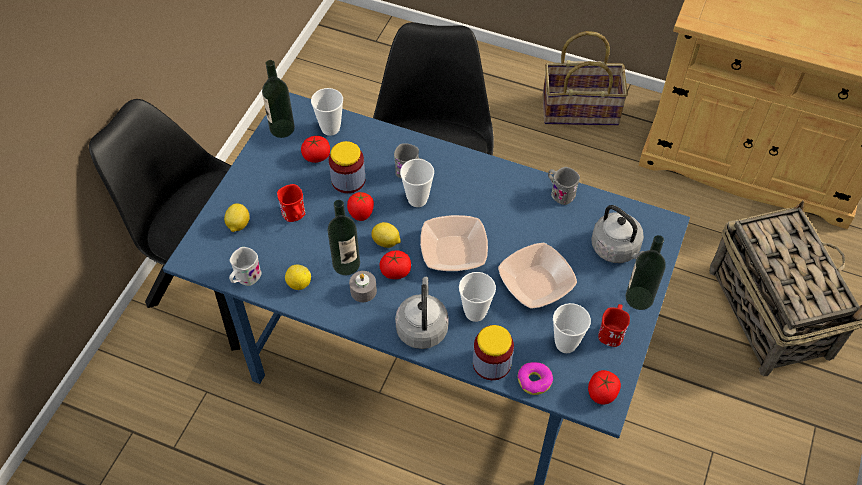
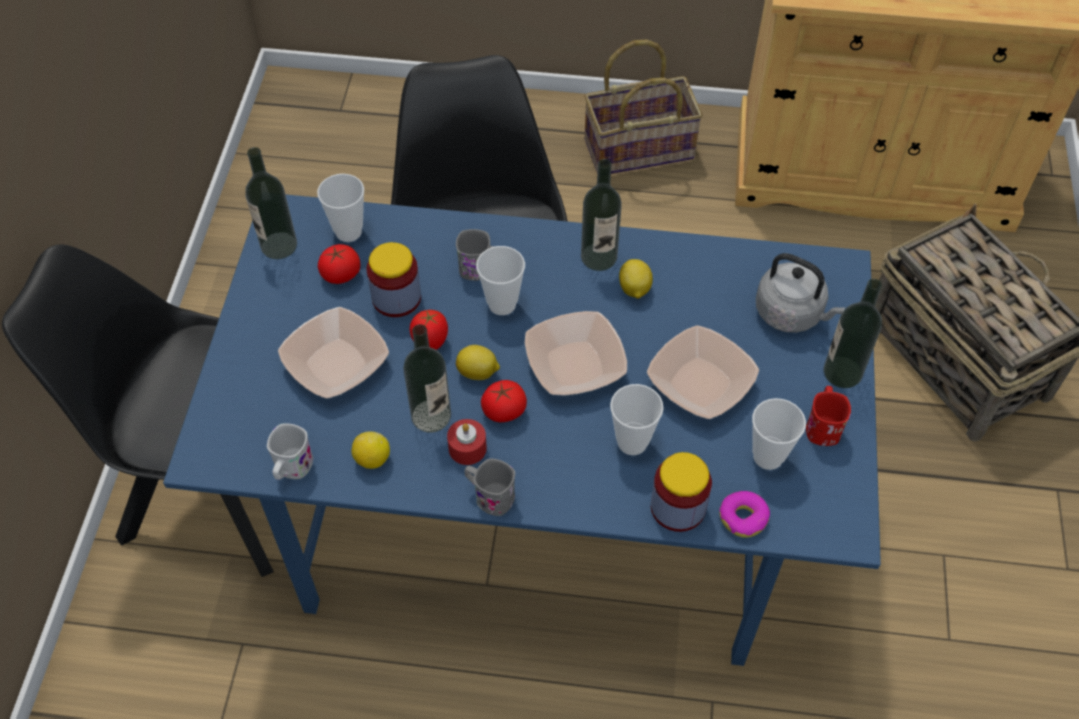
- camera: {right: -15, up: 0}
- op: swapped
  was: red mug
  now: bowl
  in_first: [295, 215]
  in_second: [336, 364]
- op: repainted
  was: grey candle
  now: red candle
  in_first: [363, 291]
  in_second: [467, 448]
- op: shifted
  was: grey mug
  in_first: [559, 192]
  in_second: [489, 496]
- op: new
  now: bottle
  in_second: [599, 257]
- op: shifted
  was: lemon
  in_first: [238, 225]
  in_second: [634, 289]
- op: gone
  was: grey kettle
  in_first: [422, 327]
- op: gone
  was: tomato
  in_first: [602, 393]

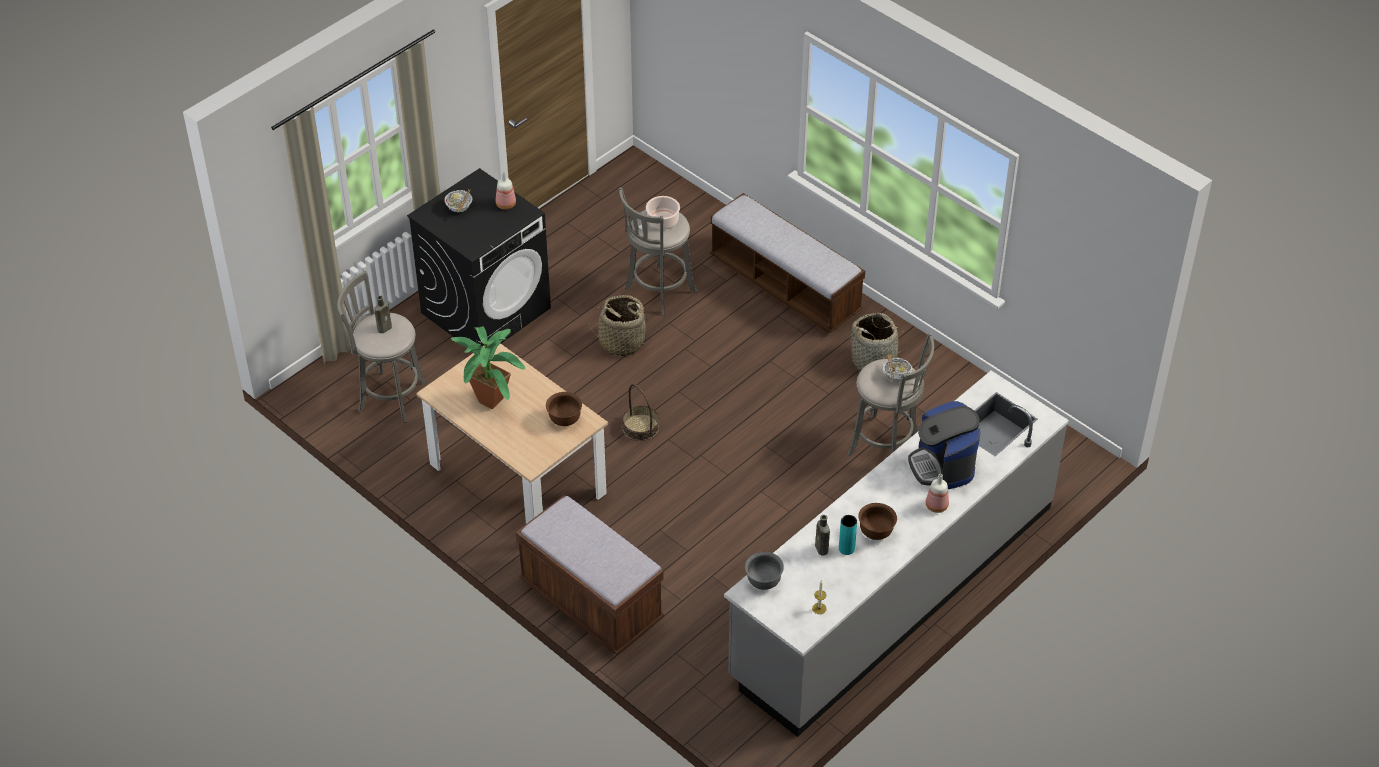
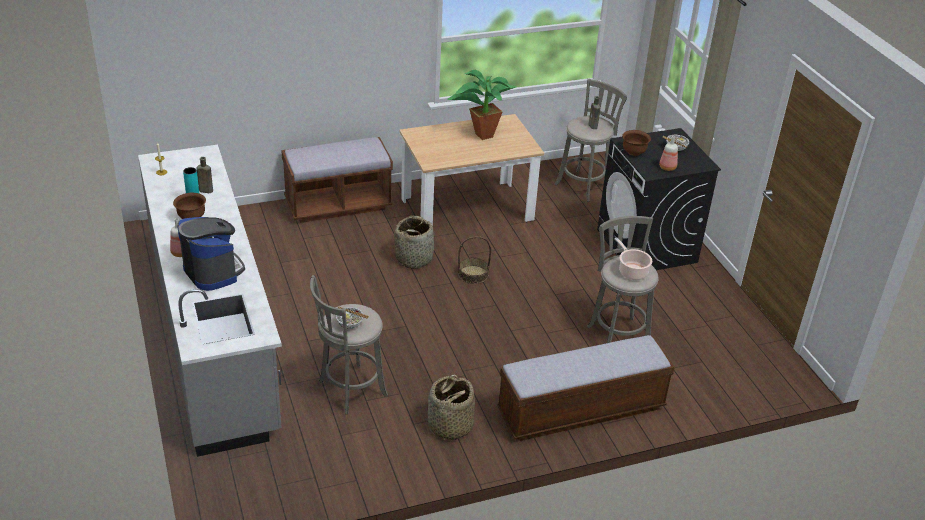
- camera: {right: 115, up: -10}
- op: rotated
  was: coffee machine
  in_first: [942, 466]
  in_second: [213, 271]
  clockwise: 45
- op: shifted
  was: basket
  in_first: [621, 342]
  in_second: [414, 258]
- op: shifted
  was: brown bowl
  in_first: [564, 419]
  in_second: [634, 152]
- op: gone
  was: grey bowl
  in_first: [763, 581]

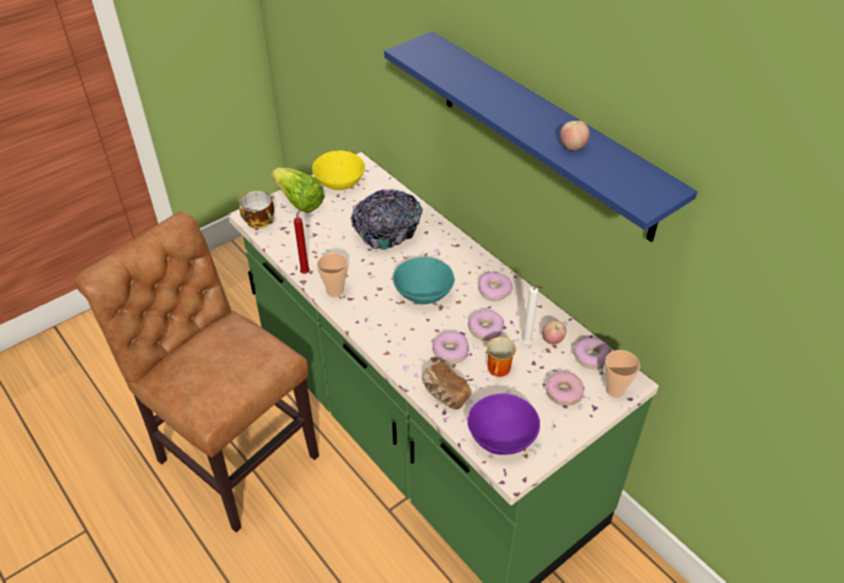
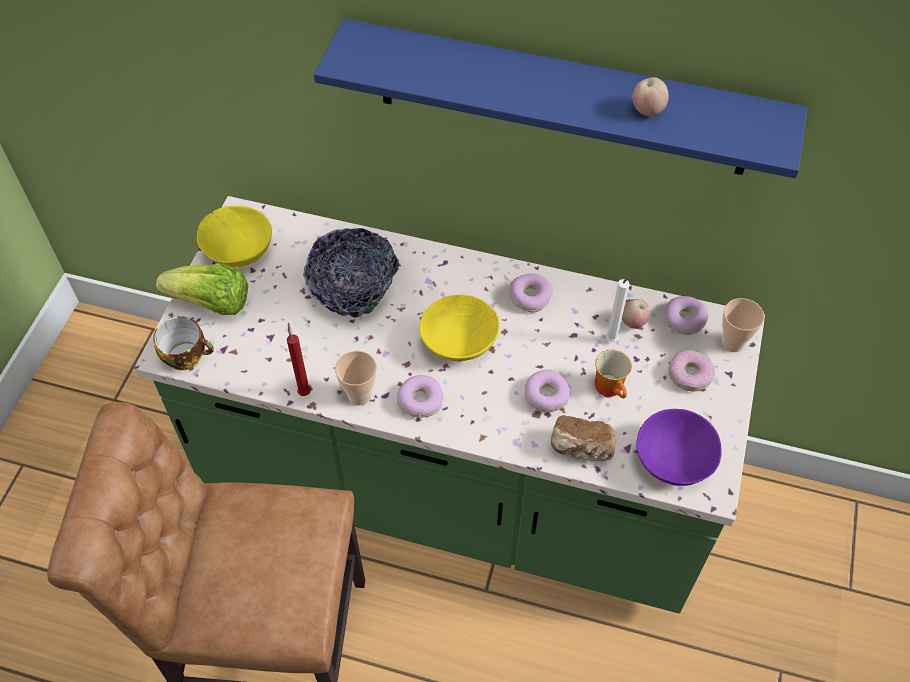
- camera: {right: -35, up: 10}
- op: shifted
  was: donut
  in_first: [485, 329]
  in_second: [420, 401]
- op: repainted
  was: turquoise bowl
  now: yellow bowl
  in_first: [423, 293]
  in_second: [460, 342]

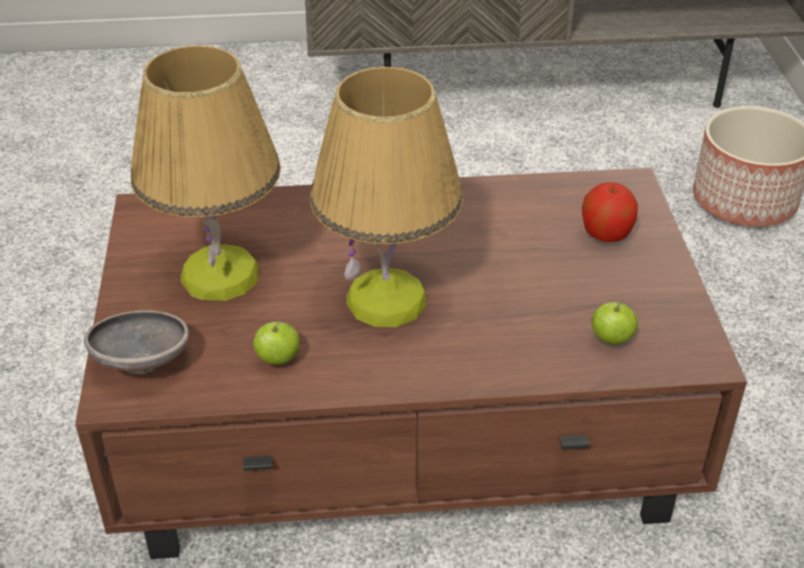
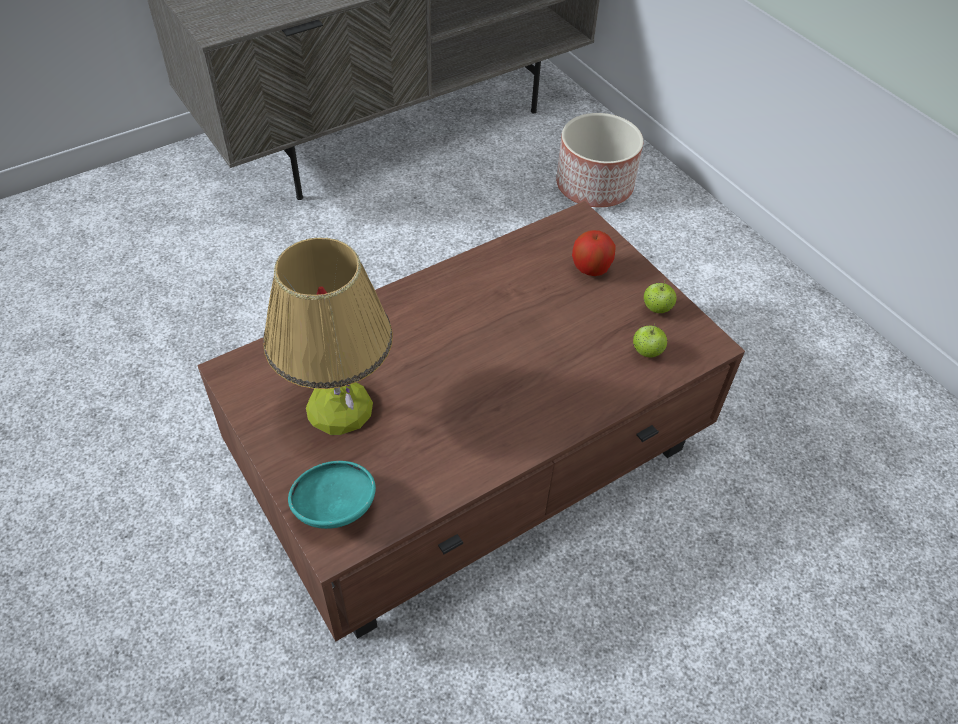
- camera: {right: -30, up: 10}
- op: repainted
  was: grey bowl
  now: turquoise bowl
  in_first: [143, 361]
  in_second: [335, 506]
- op: shifted
  was: apple
  in_first: [278, 359]
  in_second: [656, 309]
- op: gone
  was: table lamp
  in_first: [387, 299]

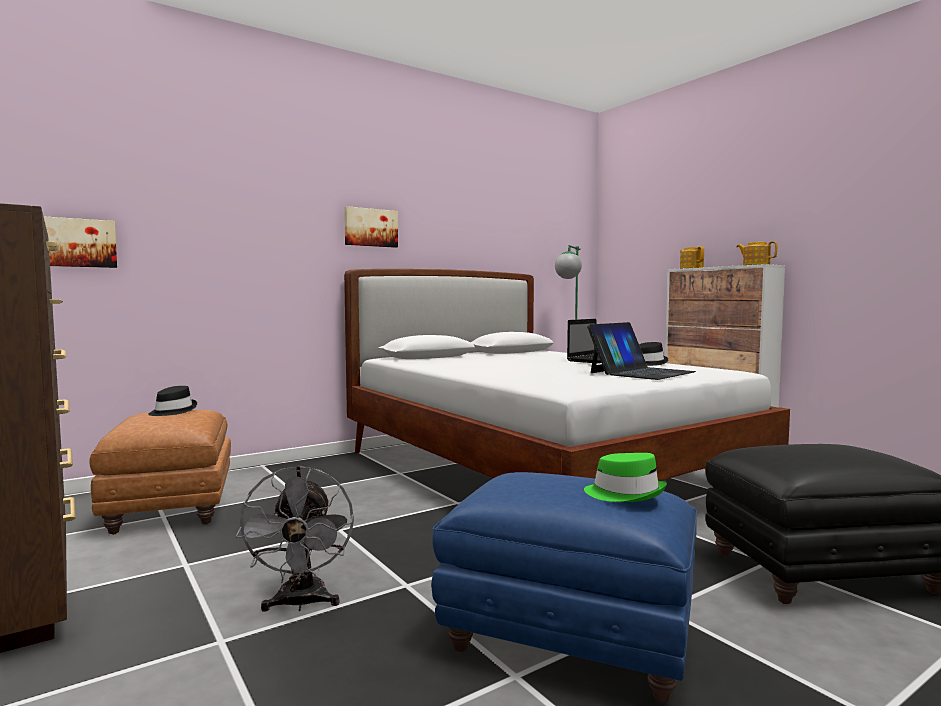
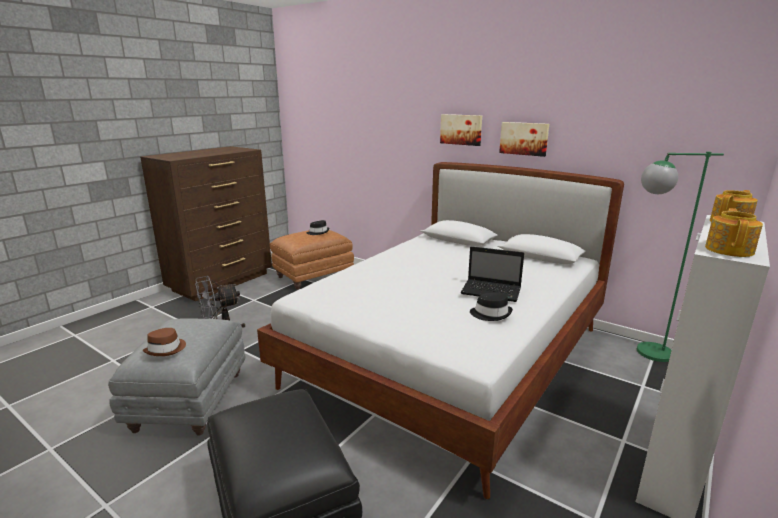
- camera: {right: 70, up: 15}
- op: repainted
  was: blue ottoman
  now: grey ottoman
  in_first: [567, 638]
  in_second: [189, 401]
- op: repainted
  was: green hat
  now: brown hat
  in_first: [625, 493]
  in_second: [166, 349]
- op: shifted
  was: picture
  in_first: [73, 242]
  in_second: [524, 138]
- op: gone
  was: laptop
  in_first: [641, 372]

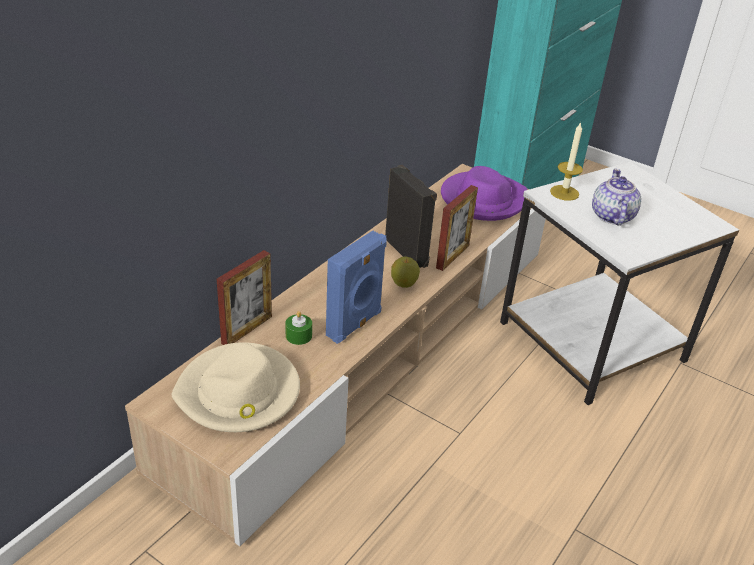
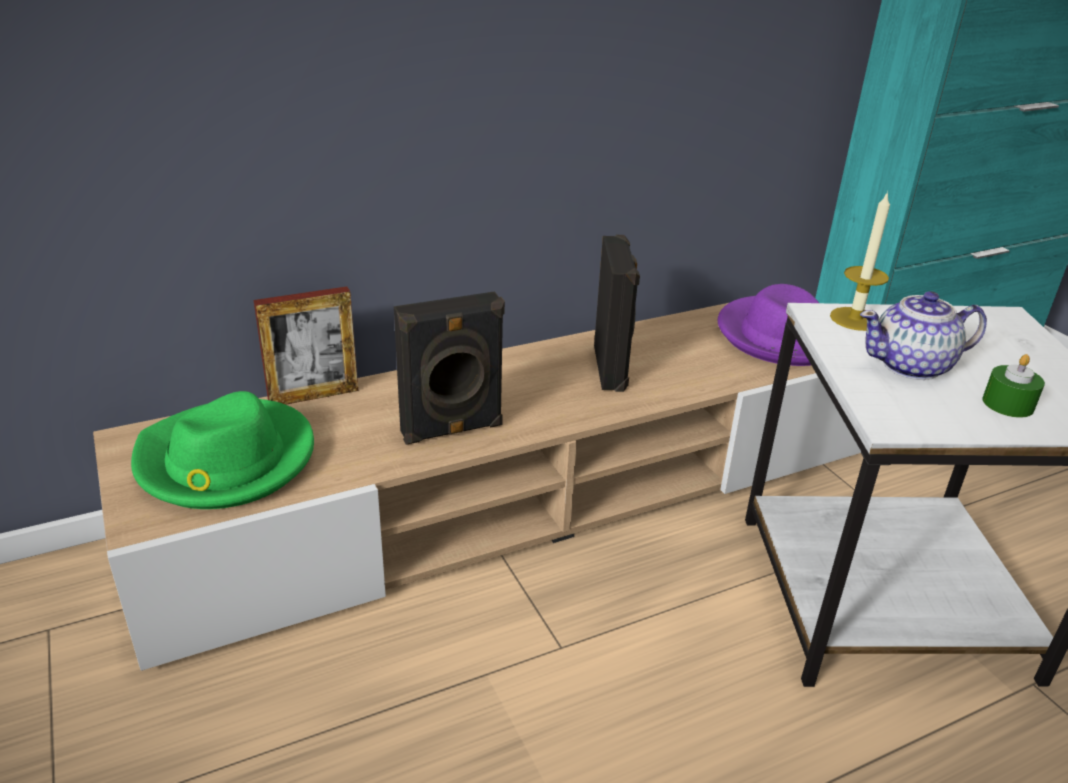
- camera: {right: 30, up: -5}
- op: repainted
  was: beige hat
  now: green hat
  in_first: [239, 393]
  in_second: [225, 461]
- op: repainted
  was: blue speaker
  now: black speaker
  in_first: [355, 325]
  in_second: [452, 430]
- op: rotated
  was: teapot
  in_first: [611, 216]
  in_second: [912, 366]
  clockwise: -135
- op: shifted
  was: green candle
  in_first: [298, 336]
  in_second: [1008, 404]
- op: gone
  was: apple
  in_first: [404, 283]
- op: gone
  was: picture frame
  in_first: [452, 256]

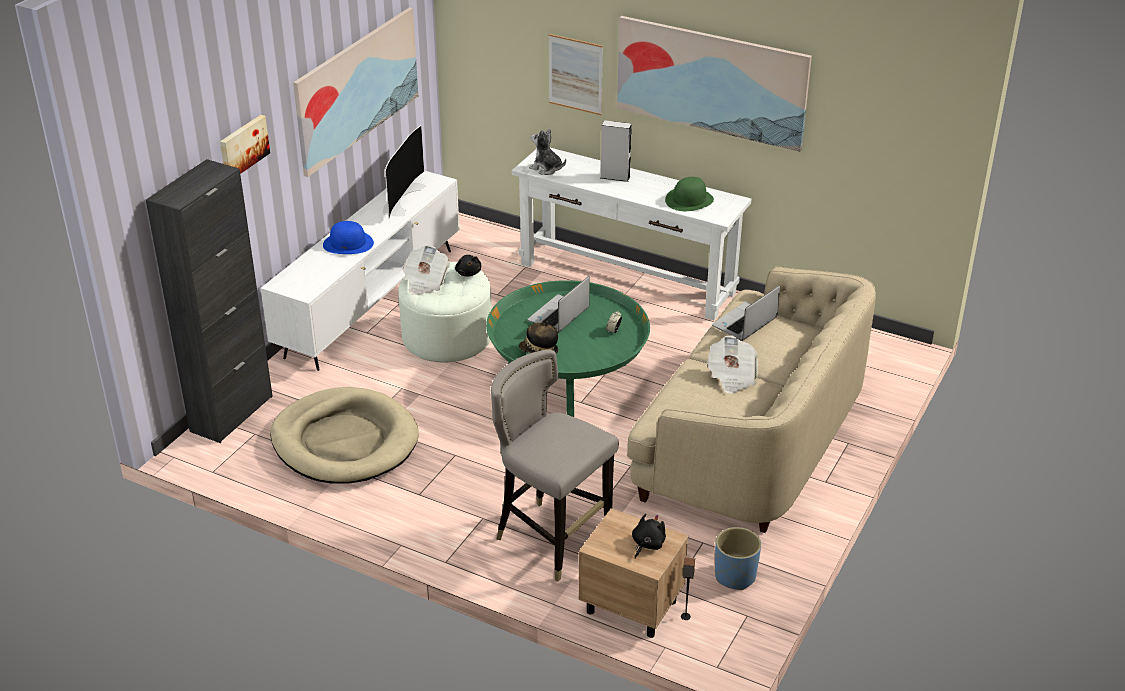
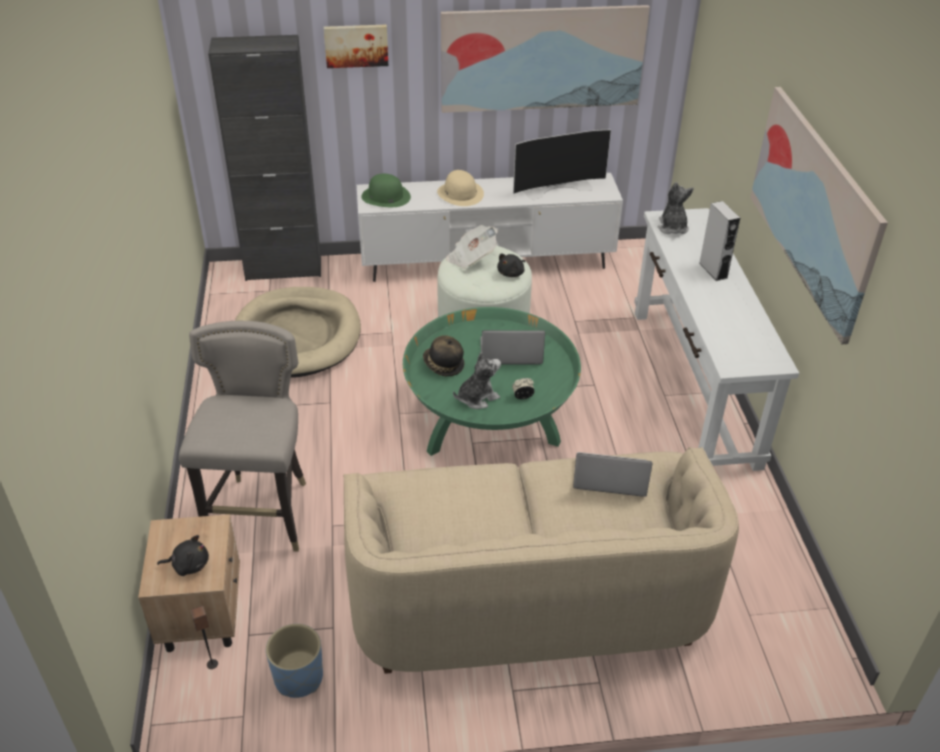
- camera: {right: 55, up: 5}
- op: shifted
  was: green hat
  in_first: [689, 200]
  in_second: [385, 196]
- op: repainted
  was: blue hat
  now: beige hat
  in_first: [348, 243]
  in_second: [460, 193]
- op: new
  now: plush toy
  in_second: [477, 398]
- op: gone
  was: picture
  in_first: [575, 74]
- op: gone
  was: newspaper
  in_first: [732, 377]

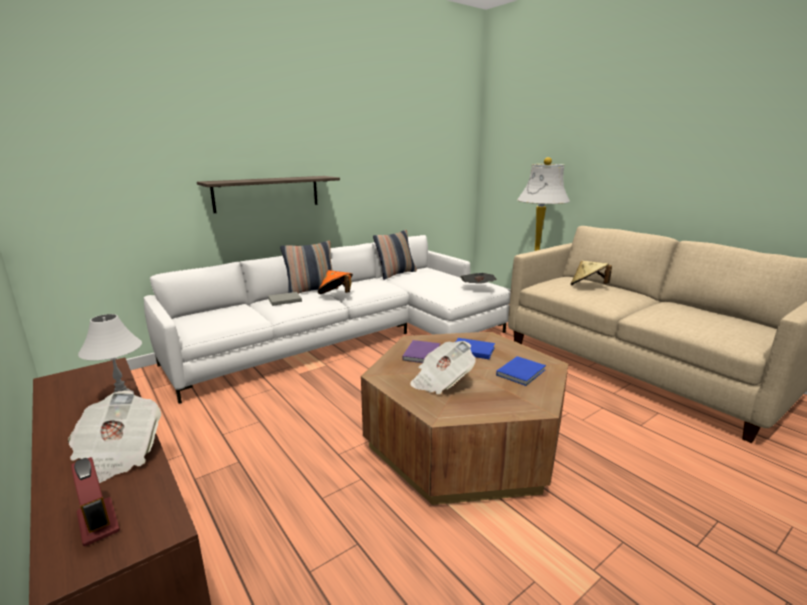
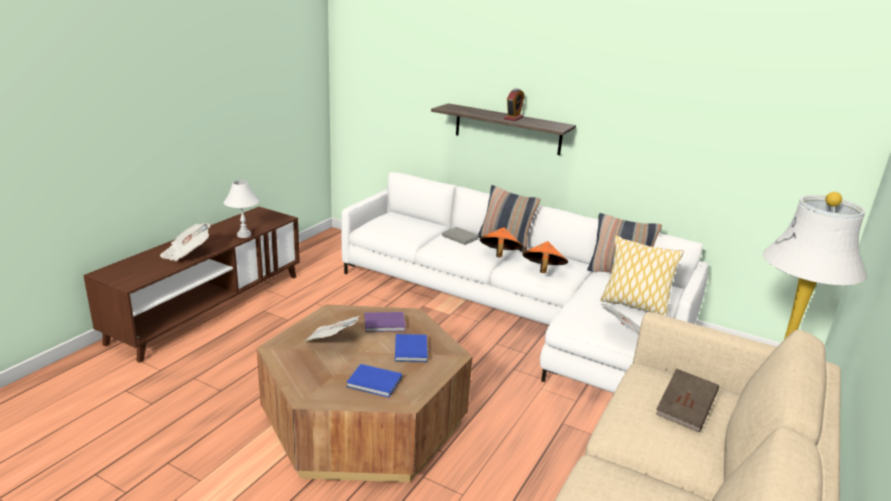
- camera: {right: 65, up: 5}
- op: shifted
  was: alarm clock
  in_first: [98, 522]
  in_second: [513, 118]
- op: new
  now: orange hat
  in_second: [543, 271]
- op: new
  now: pillow
  in_second: [634, 306]
- op: swapped
  was: beige hat
  now: brown book
  in_first: [588, 286]
  in_second: [684, 412]

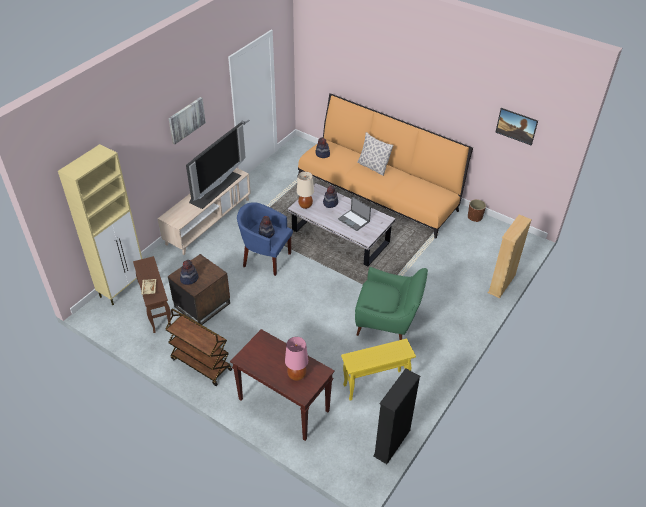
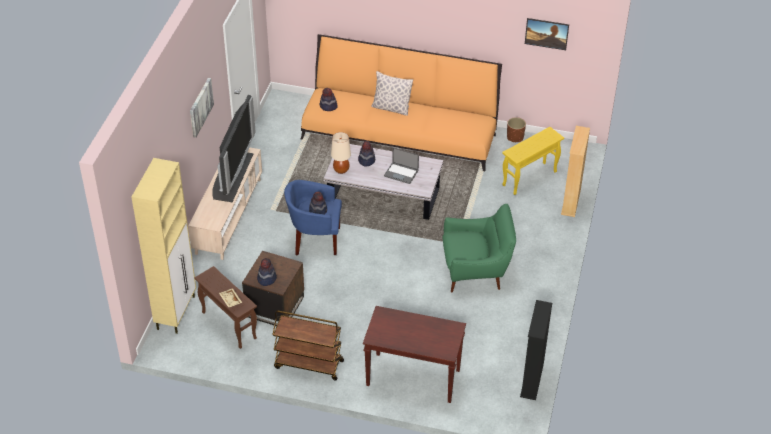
- camera: {right: -20, up: 0}
- op: shifted
  was: yellow side table
  in_first: [375, 385]
  in_second: [529, 178]
- op: gone
  was: pink table lamp
  in_first: [296, 375]

